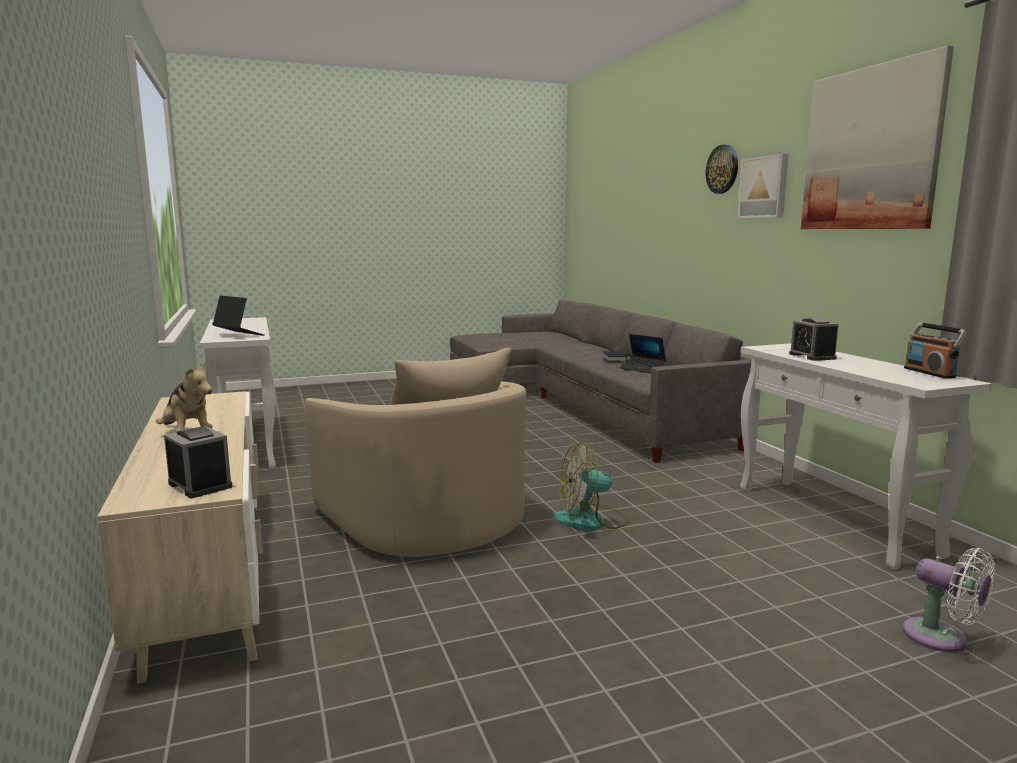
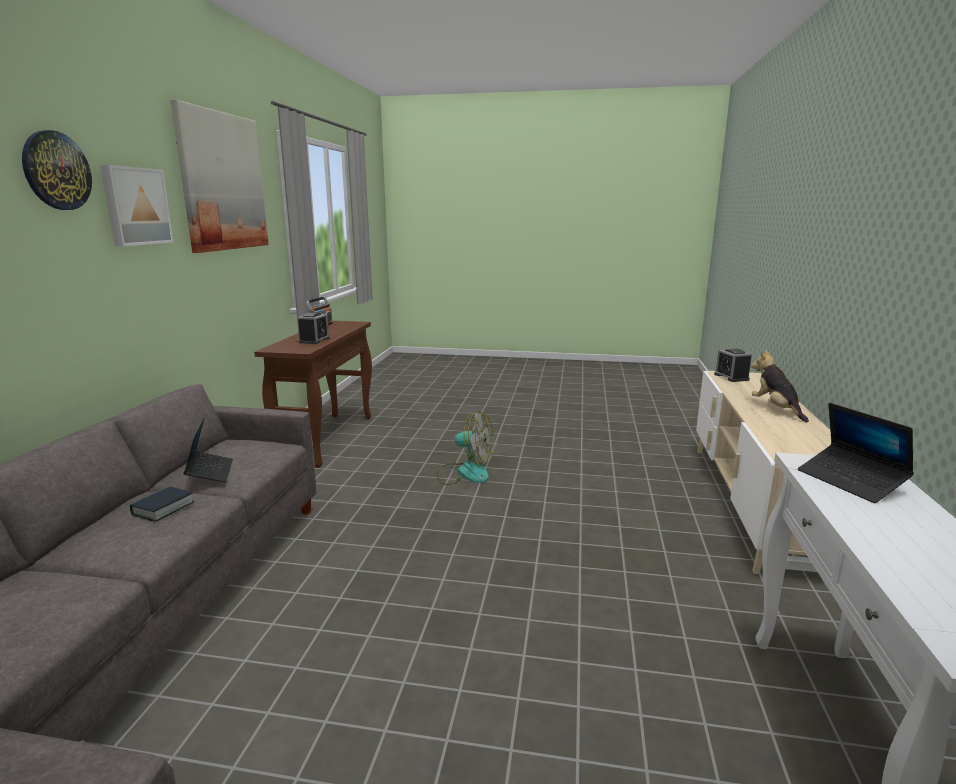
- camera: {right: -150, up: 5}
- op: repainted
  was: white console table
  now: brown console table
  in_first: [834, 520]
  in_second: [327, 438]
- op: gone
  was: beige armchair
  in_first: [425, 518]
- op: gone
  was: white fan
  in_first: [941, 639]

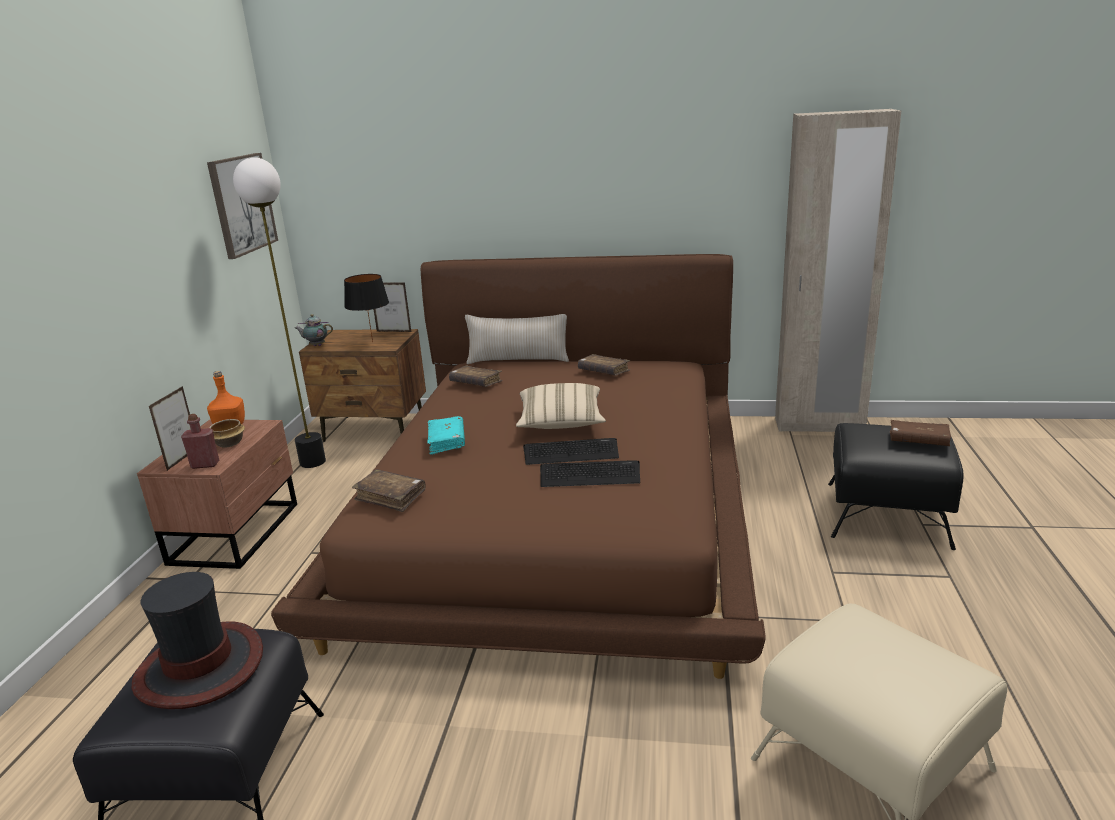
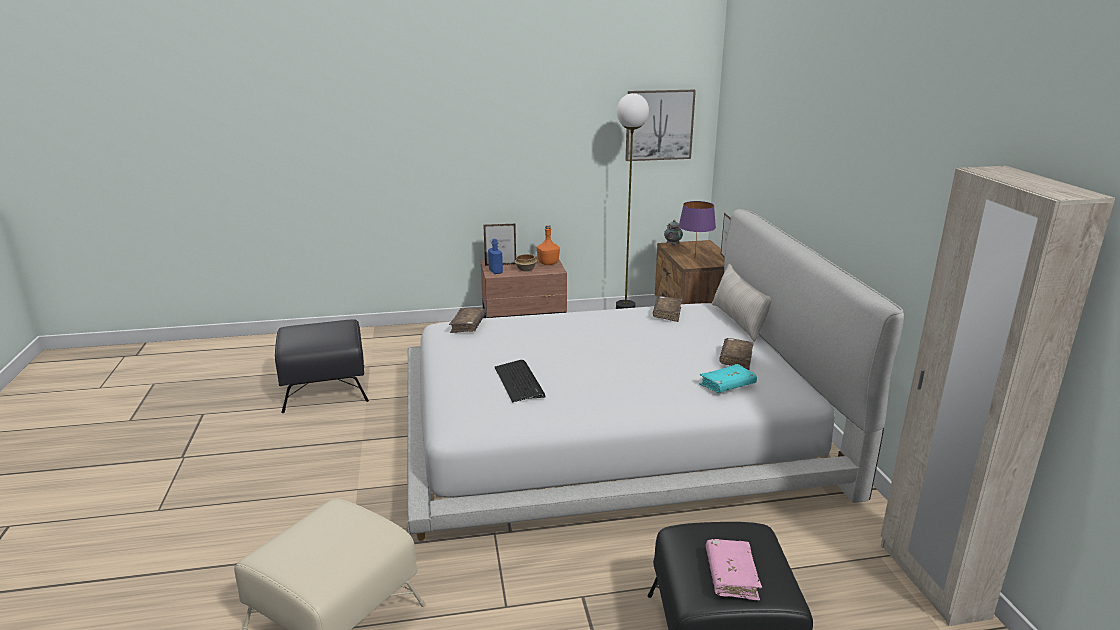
- camera: {right: 70, up: 0}
- op: repainted
  was: brown bed
  now: white bed
  in_first: [556, 511]
  in_second: [612, 431]
- op: repainted
  was: red bottle
  now: blue bottle
  in_first: [205, 465]
  in_second: [495, 271]
- op: repainted
  was: black table lamp
  now: purple table lamp
  in_first: [372, 342]
  in_second: [694, 258]
- op: shifted
  was: turquoise book
  in_first: [447, 441]
  in_second: [727, 385]
- op: repainted
  was: brown book
  now: pink book
  in_first: [918, 441]
  in_second: [731, 576]
- op: gone
  was: hat
  in_first: [200, 667]
- op: gone
  was: beige pillow
  in_first: [561, 423]
- op: gone
  was: keyboard
  in_first: [571, 452]

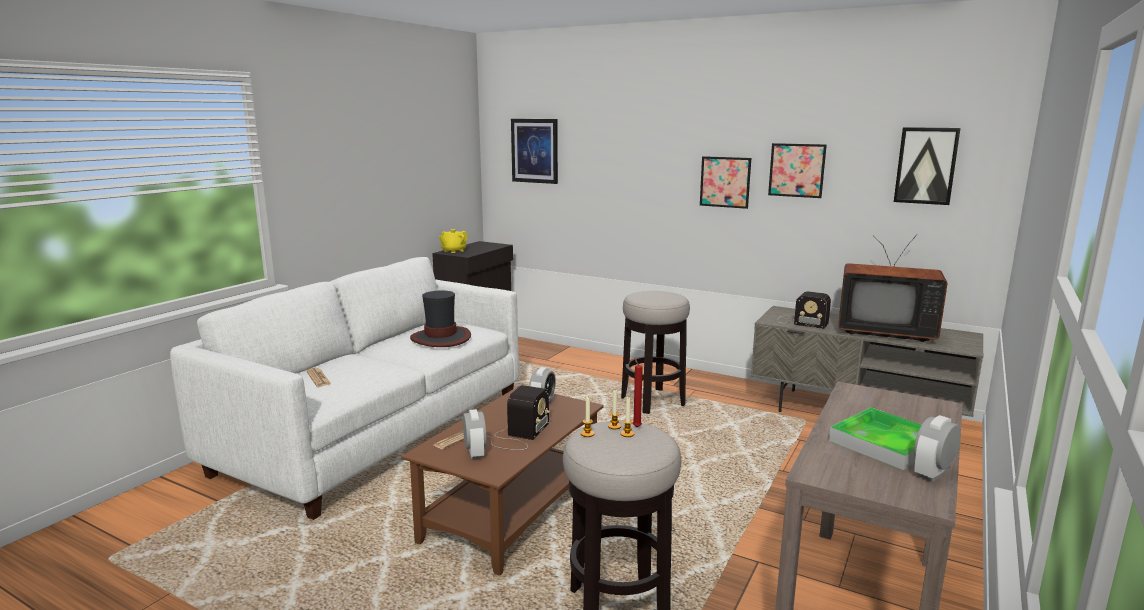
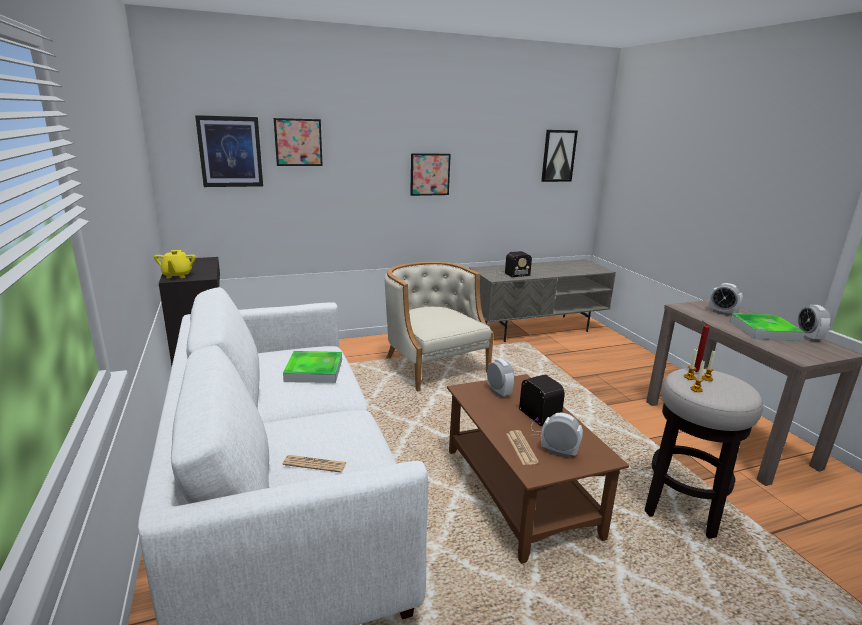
- camera: {right: -50, up: 5}
- op: shifted
  was: picture
  in_first: [796, 170]
  in_second: [298, 142]
- op: swapped
  was: hat
  now: tray
  in_first: [441, 338]
  in_second: [314, 370]
- op: swapped
  was: stool
  now: beige armchair
  in_first: [653, 401]
  in_second: [433, 365]
- op: new
  now: alarm clock
  in_second: [722, 313]
- op: gone
  was: television
  in_first: [884, 331]

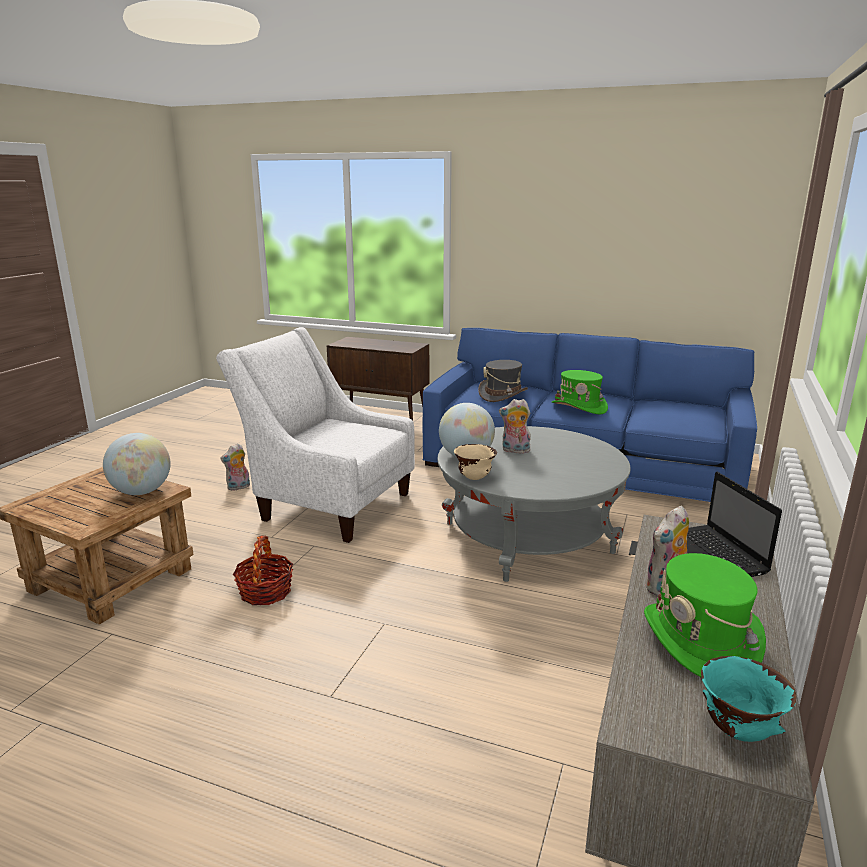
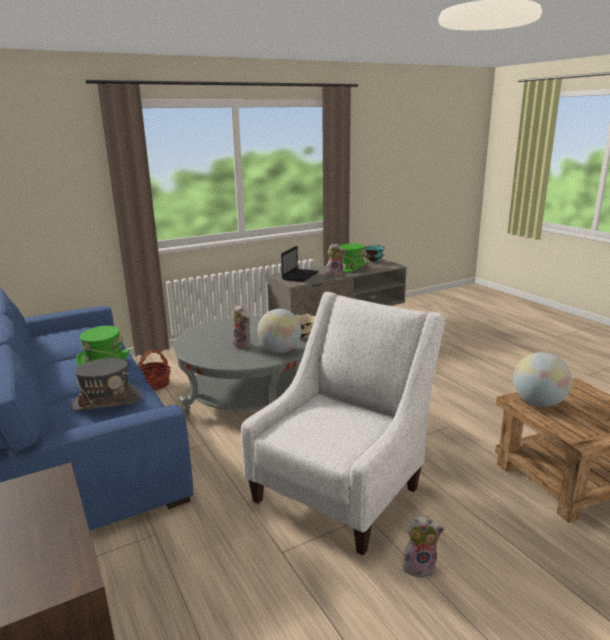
- camera: {right: -140, up: 0}
- op: shifted
  was: basket
  in_first: [265, 592]
  in_second: [154, 384]
- op: rotated
  was: white armchair
  in_first: [327, 504]
  in_second: [343, 488]
  clockwise: -120

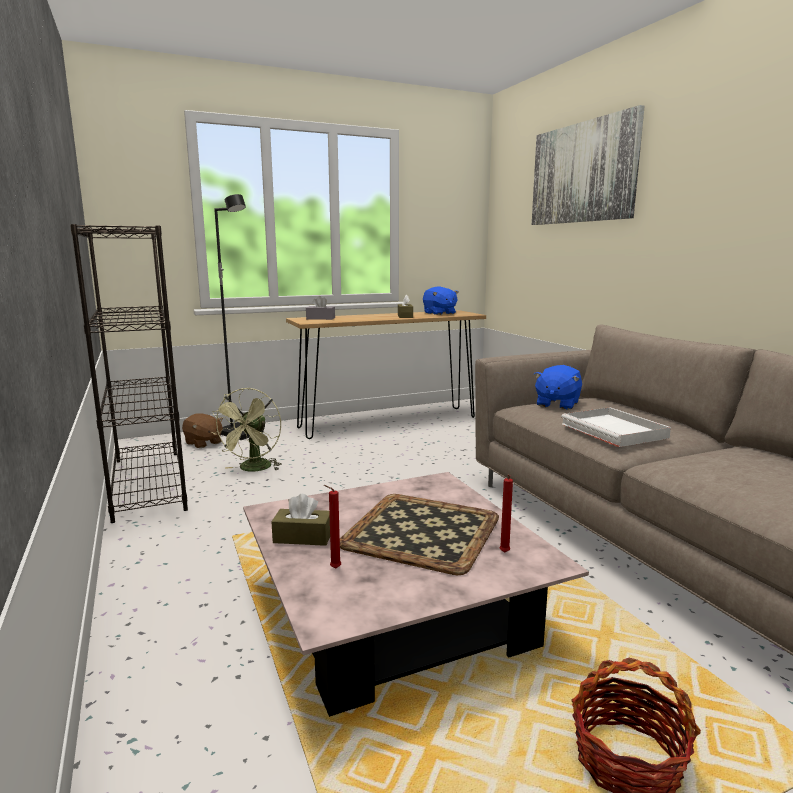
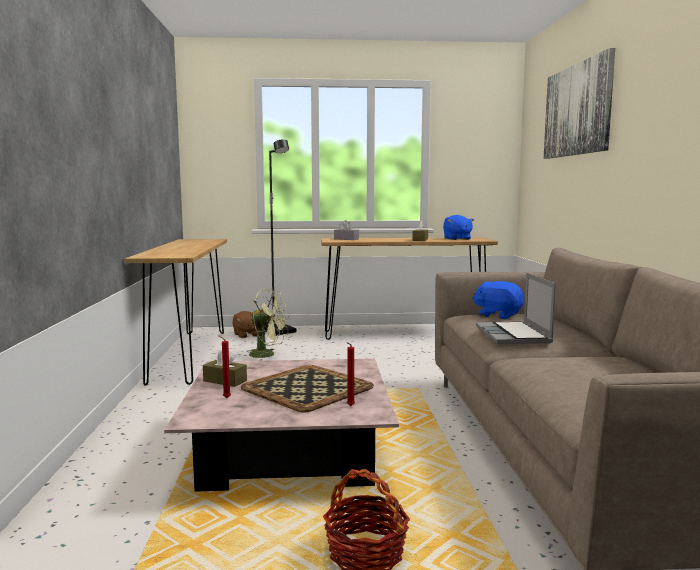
- camera: {right: 20, up: -5}
- op: swapped
  was: black bookcase
  now: brown console table
  in_first: [147, 483]
  in_second: [189, 355]
- op: rotated
  was: green fan
  in_first: [253, 469]
  in_second: [267, 355]
  clockwise: -105
- op: rotated
  was: blue plush toy
  in_first: [557, 404]
  in_second: [498, 315]
  clockwise: 75
- op: swapped
  was: white tray
  now: laptop
  in_first: [615, 431]
  in_second: [514, 335]

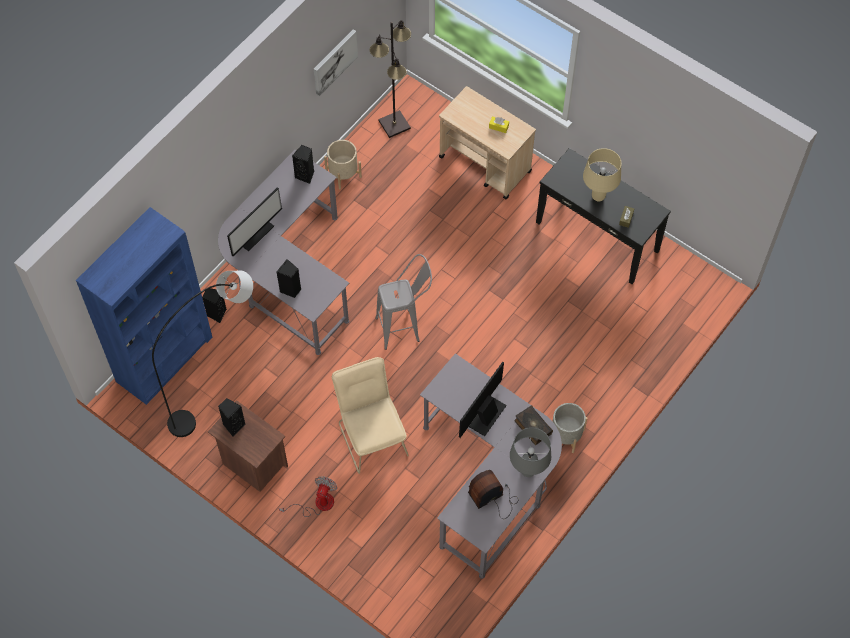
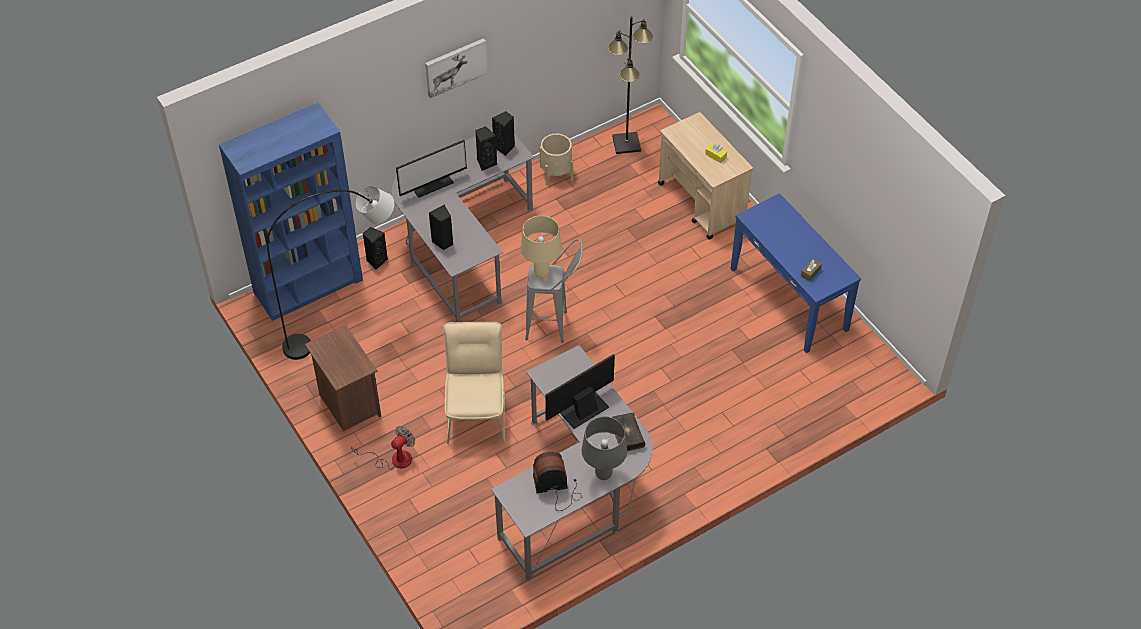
- camera: {right: 20, up: -10}
- op: shifted
  was: picture
  in_first: [334, 61]
  in_second: [455, 67]
- op: shifted
  was: black speaker
  in_first: [233, 425]
  in_second: [486, 162]
- op: shifted
  was: beige table lamp
  in_first: [598, 197]
  in_second: [541, 273]
- op: repainted
  was: black console table
  now: blue console table
  in_first: [597, 236]
  in_second: [789, 299]
- op: gone
  was: grey planter
  in_first: [566, 435]

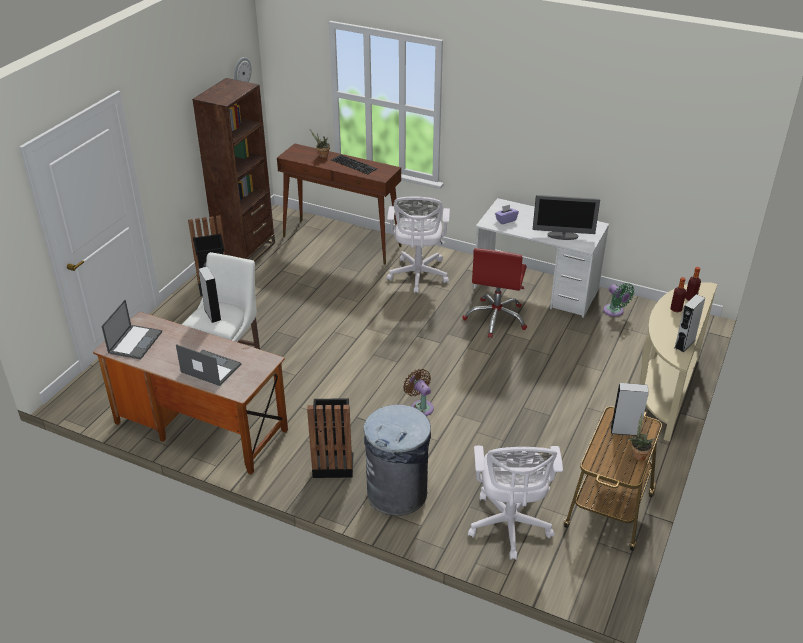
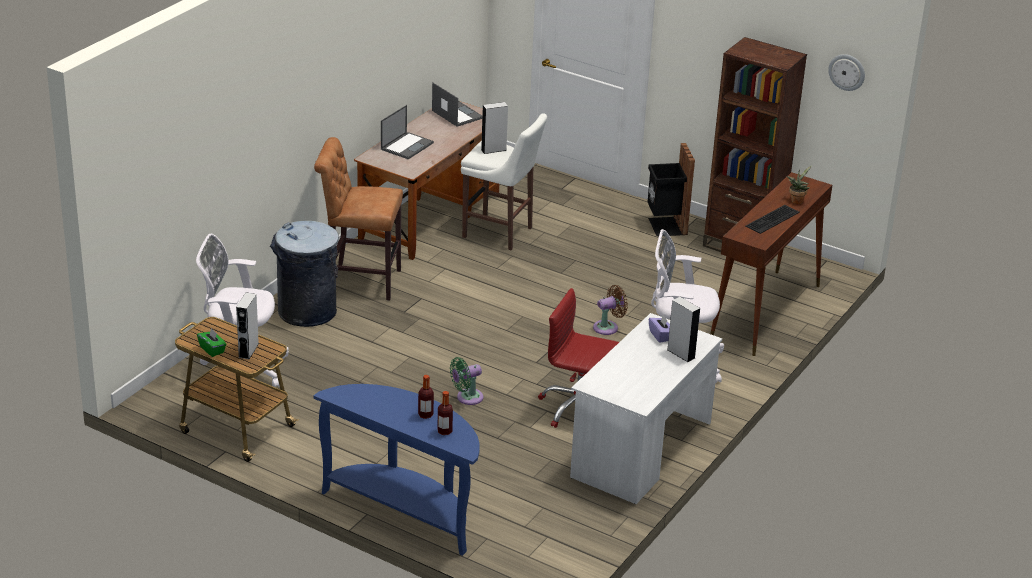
- camera: {right: 95, up: -5}
- op: swapped
  was: potted plant
  now: green tissue box
  in_first: [638, 454]
  in_second: [212, 349]
- op: repainted
  was: beige console table
  now: blue console table
  in_first: [664, 393]
  in_second: [405, 510]
- op: swapped
  was: black trash can
  now: brown stool
  in_first: [333, 463]
  in_second: [359, 281]
- op: rotated
  was: laptop
  in_first: [135, 342]
  in_second: [456, 114]
  clockwise: -150
- op: shifted
  was: green fan
  in_first: [615, 311]
  in_second: [467, 398]
- op: shifted
  was: brown fan
  in_first: [420, 407]
  in_second: [608, 327]
- op: shifted
  was: grey speaker
  in_first: [684, 344]
  in_second: [681, 353]
- op: gone
  was: monitor
  in_first: [563, 236]

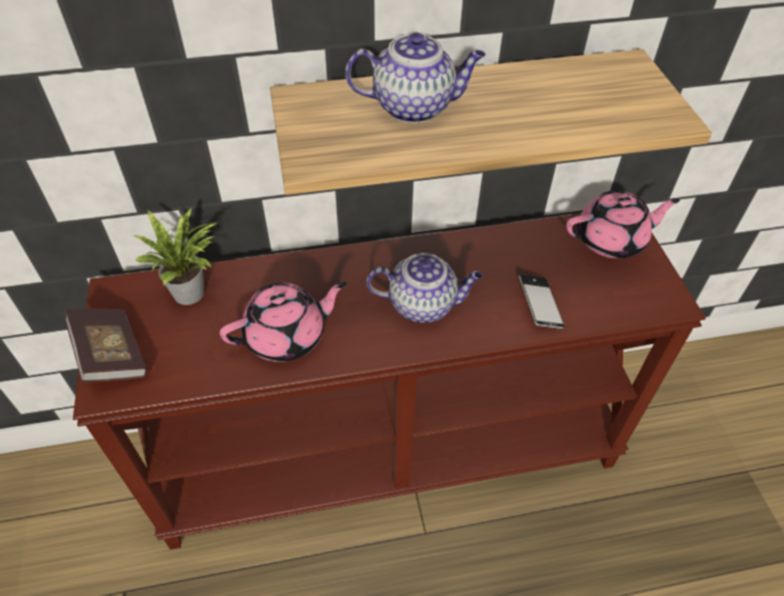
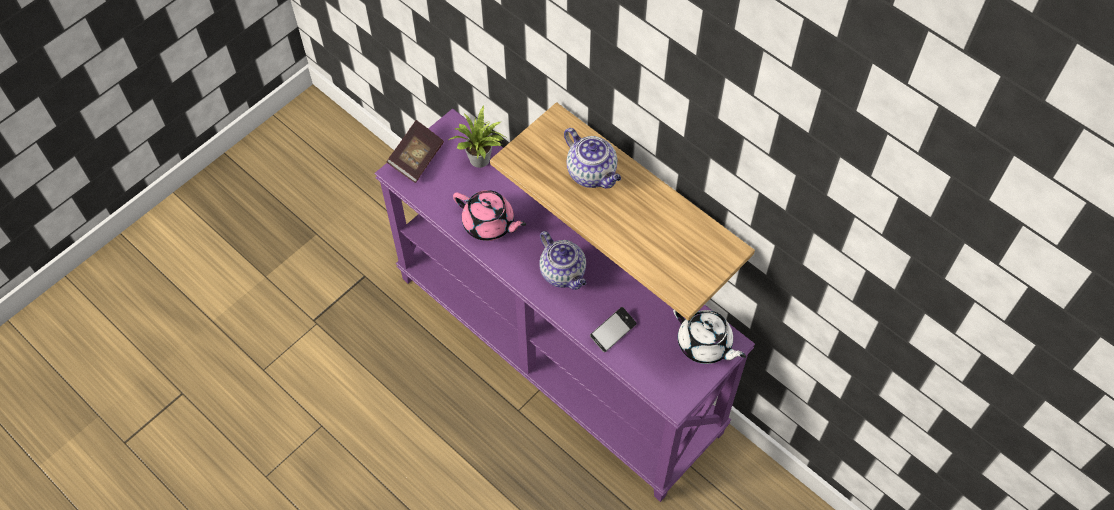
- camera: {right: 55, up: 10}
- op: repainted
  was: brown console table
  now: purple console table
  in_first: [390, 449]
  in_second: [560, 352]
- op: repainted
  was: pink teapot
  now: white teapot
  in_first: [611, 240]
  in_second: [705, 344]

